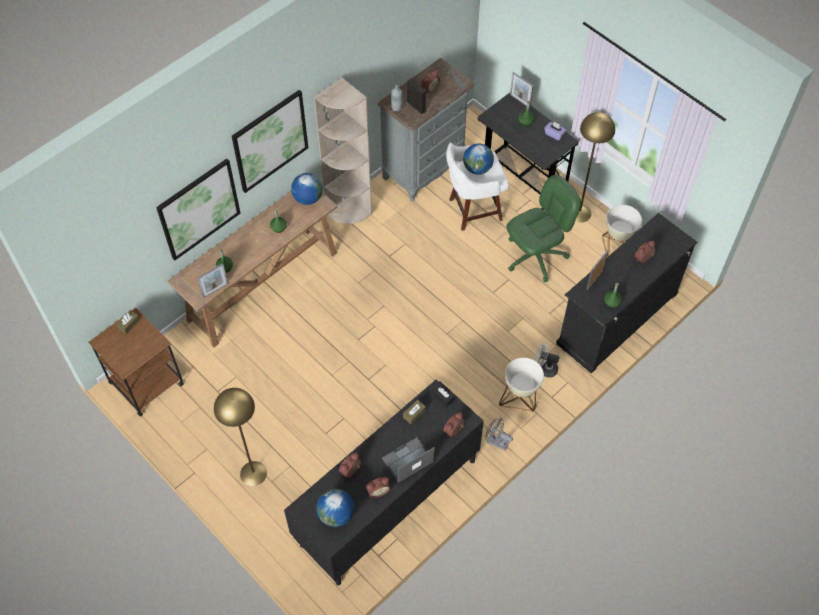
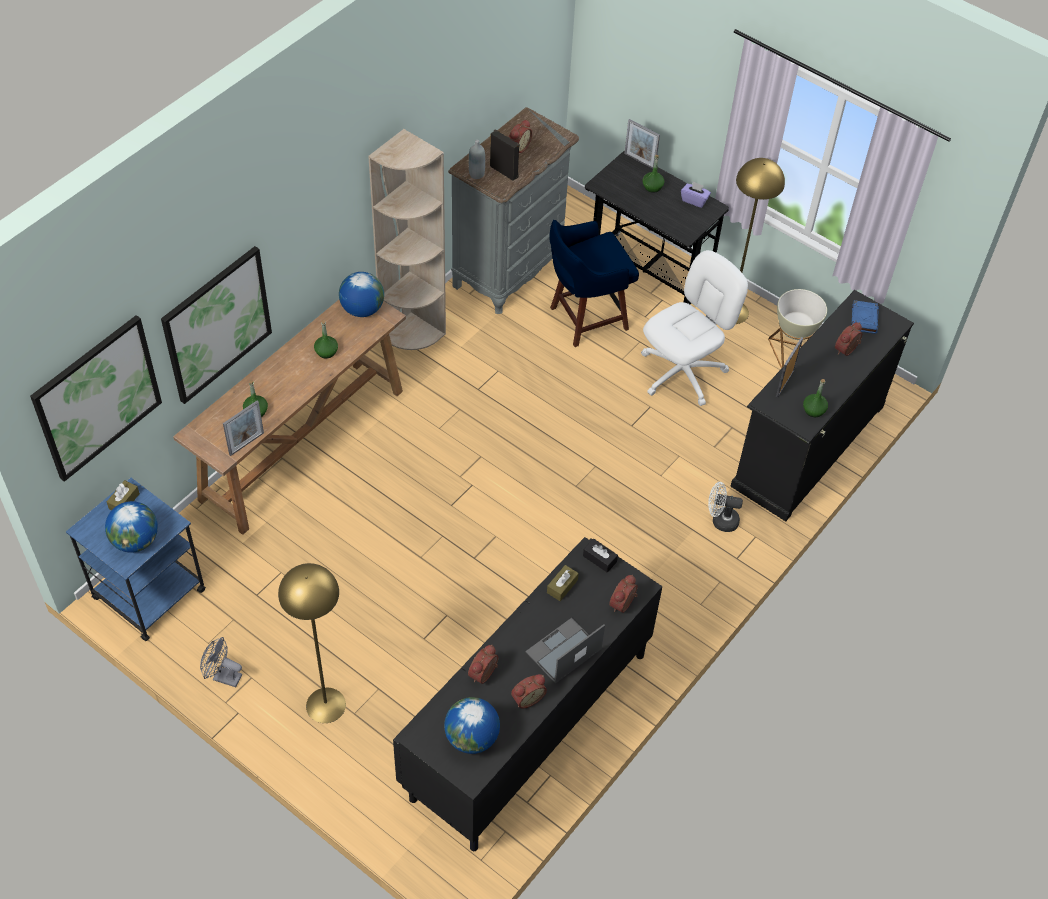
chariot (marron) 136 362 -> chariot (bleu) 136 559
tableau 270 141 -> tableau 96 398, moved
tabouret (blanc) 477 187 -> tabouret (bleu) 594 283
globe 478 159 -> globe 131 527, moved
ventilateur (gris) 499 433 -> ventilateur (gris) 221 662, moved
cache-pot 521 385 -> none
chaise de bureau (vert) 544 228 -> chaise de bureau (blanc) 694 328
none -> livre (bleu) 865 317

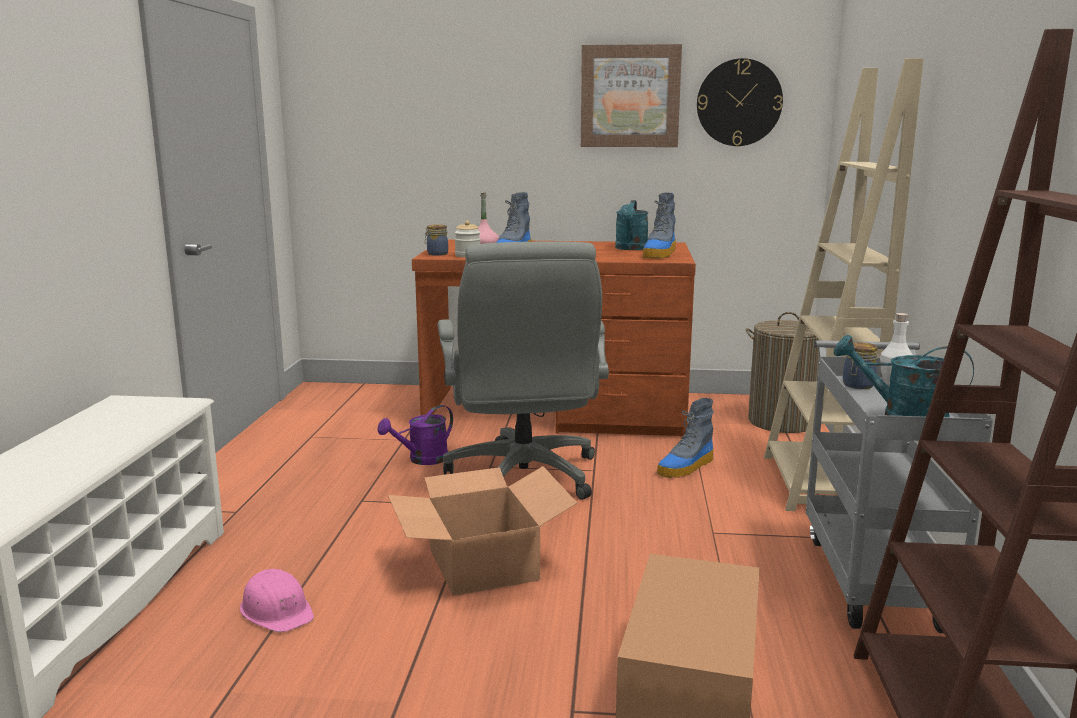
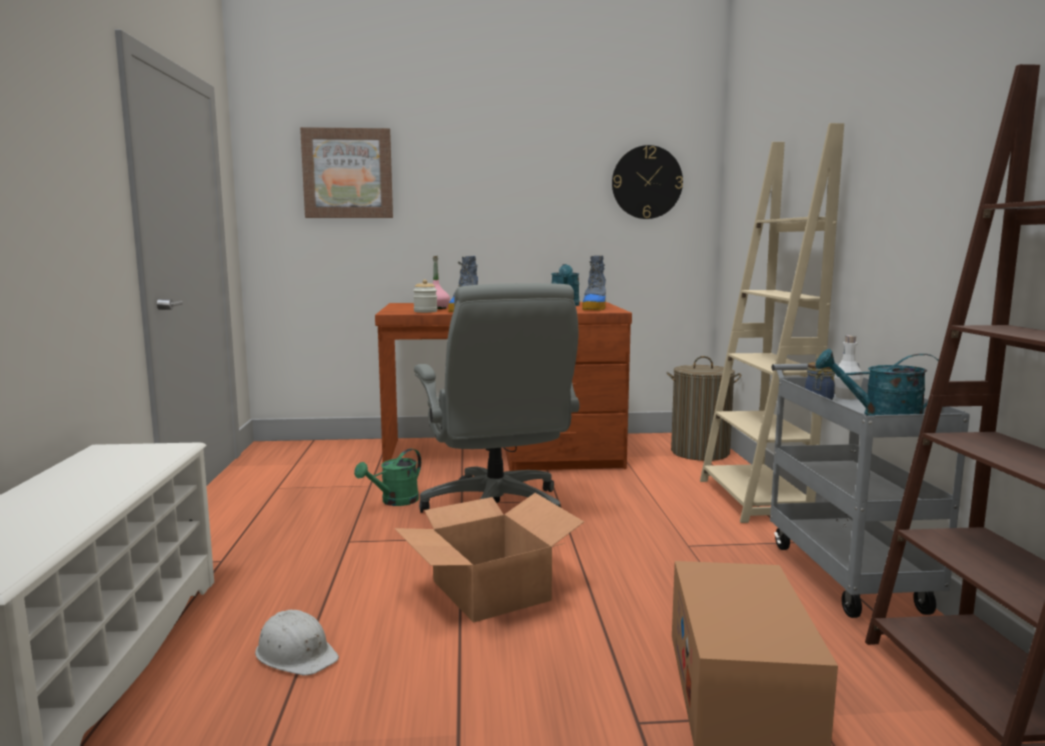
casque de chantier (rose) 277 600 -> casque de chantier (blanc) 297 643
arrosoir (violet) 415 435 -> arrosoir (vert) 387 477
bocal 436 240 -> none
tableau 631 95 -> tableau 346 172, moved
botte 685 438 -> none

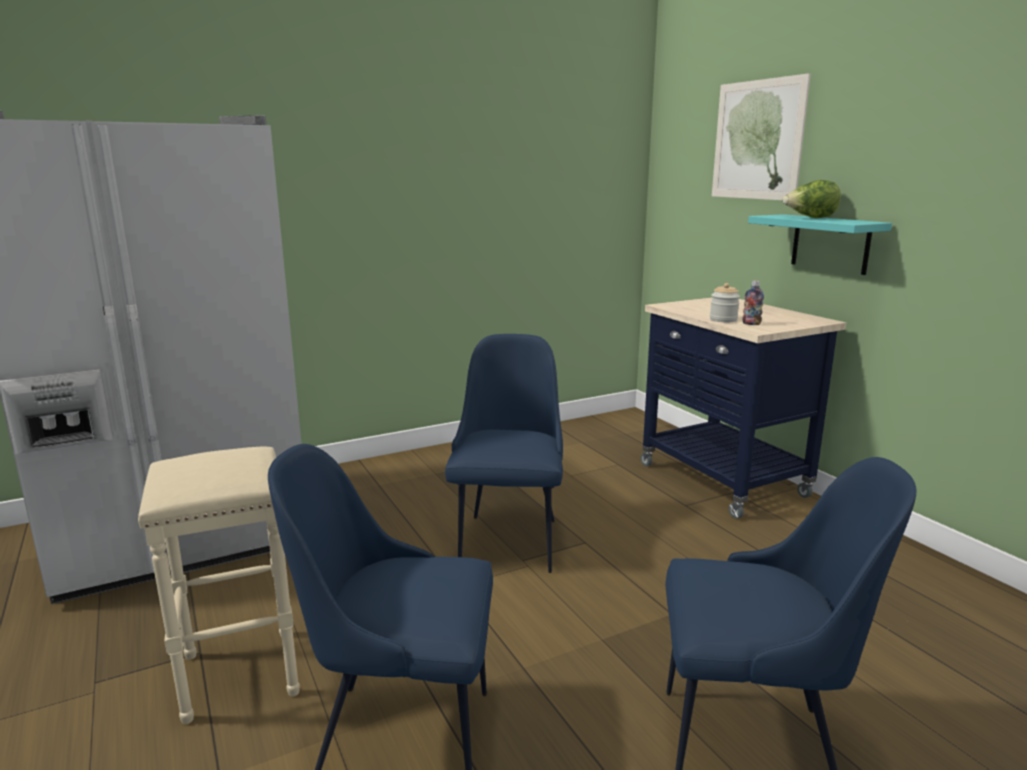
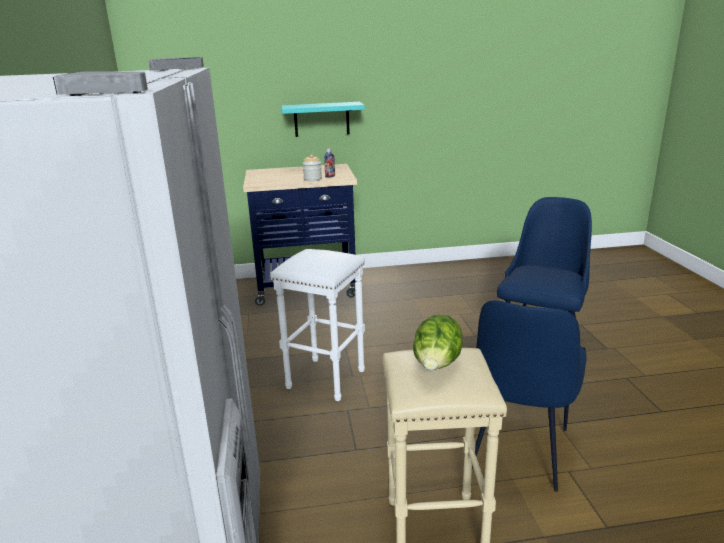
chaise (bleu) 504 453 -> tabouret (blanc) 317 325
tableau 761 136 -> none
laitue 812 199 -> laitue 438 342, moved

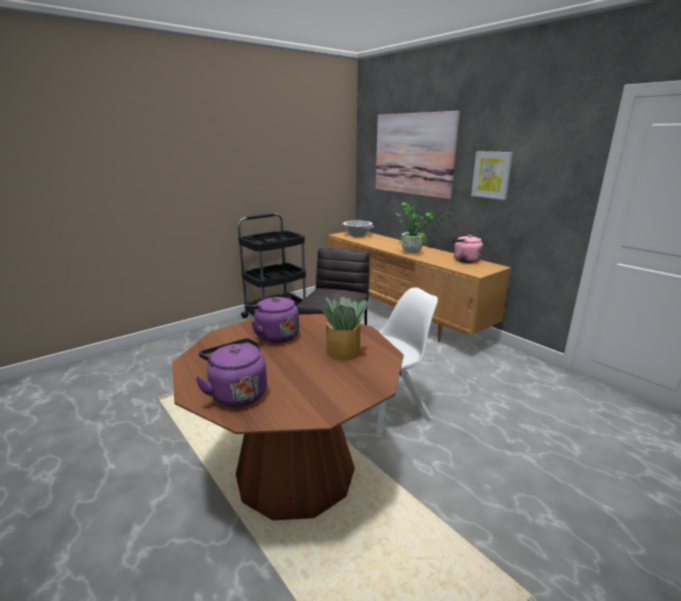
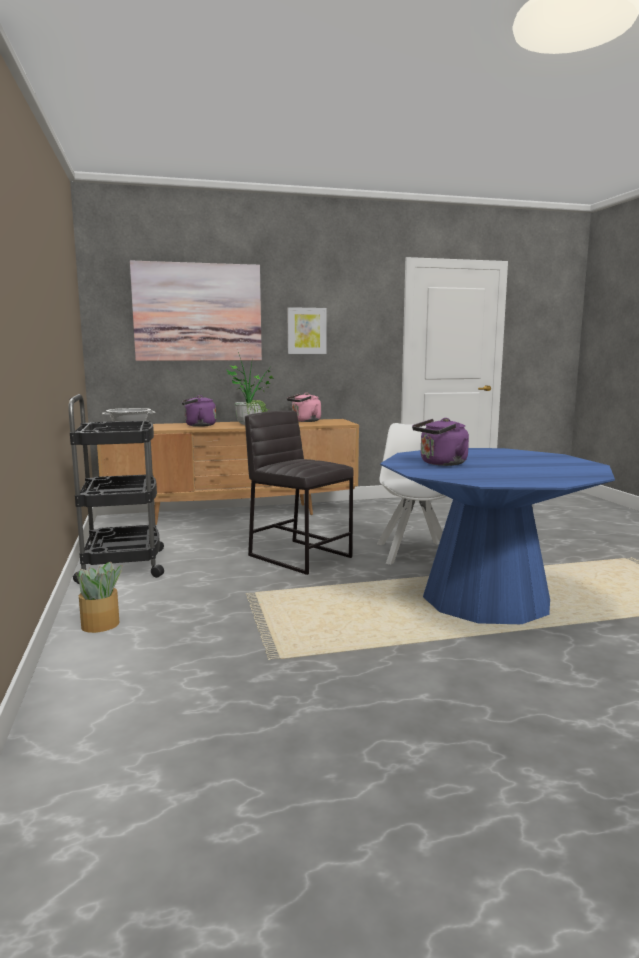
table à manger (marron) 288 417 -> table à manger (bleu) 497 536
bouilloire (violet) 231 372 -> bouilloire (violet) 199 411, moved
plante en pot 344 328 -> plante en pot 99 597, moved

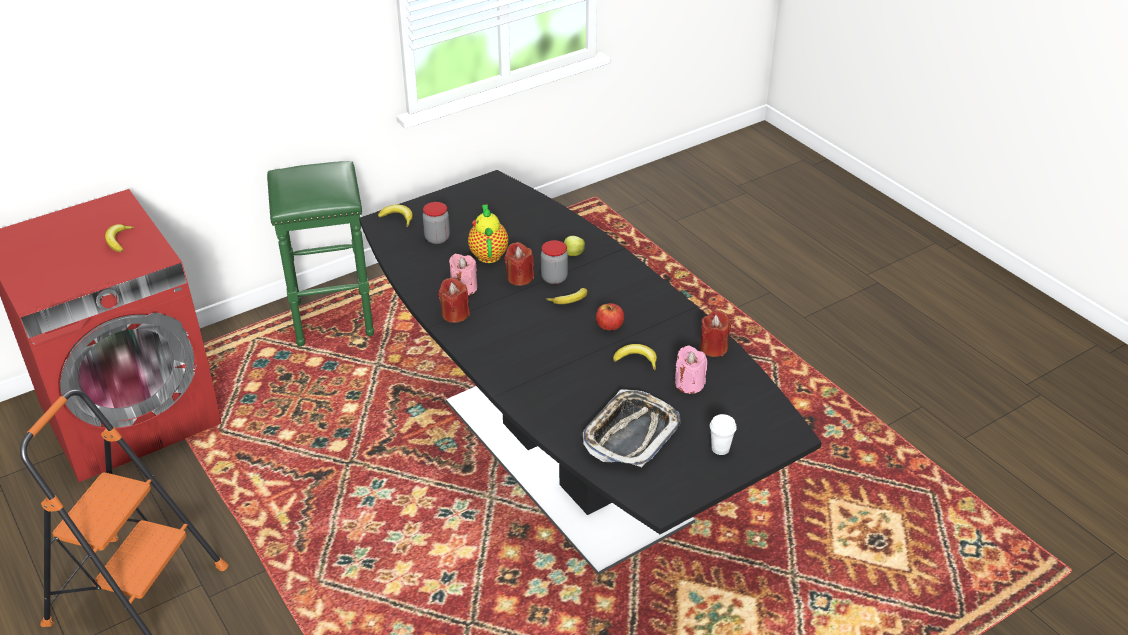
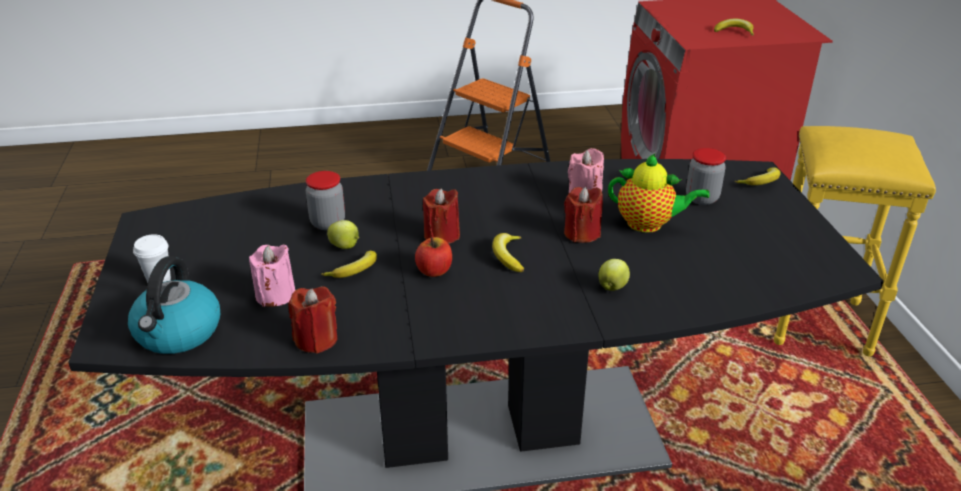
tabouret (vert) 320 253 -> tabouret (jaune) 855 241
bougie (rouge) 454 300 -> bougie (rouge) 441 216, moved
bocal 554 262 -> bocal 325 200, moved
plateau 632 428 -> none
none -> bouilloire 174 305
none -> pomme 343 234

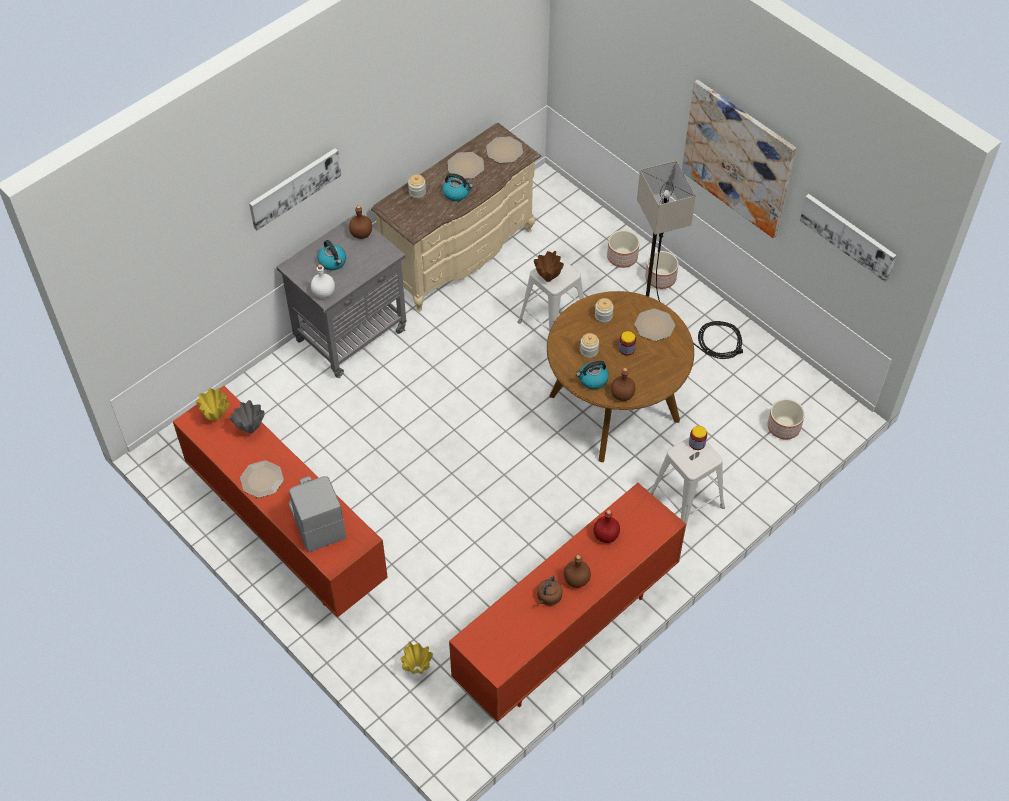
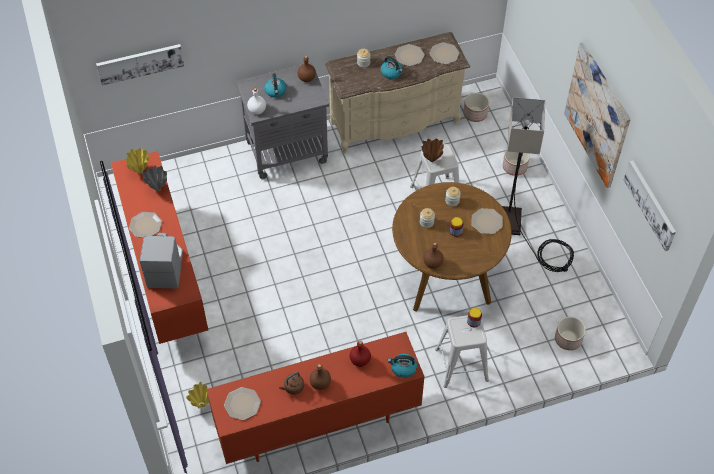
tableau 295 189 -> tableau 140 65, moved
bouilloire 592 375 -> bouilloire 402 365, moved
cache-pot 662 270 -> cache-pot 476 107, moved
none -> assiette 242 403

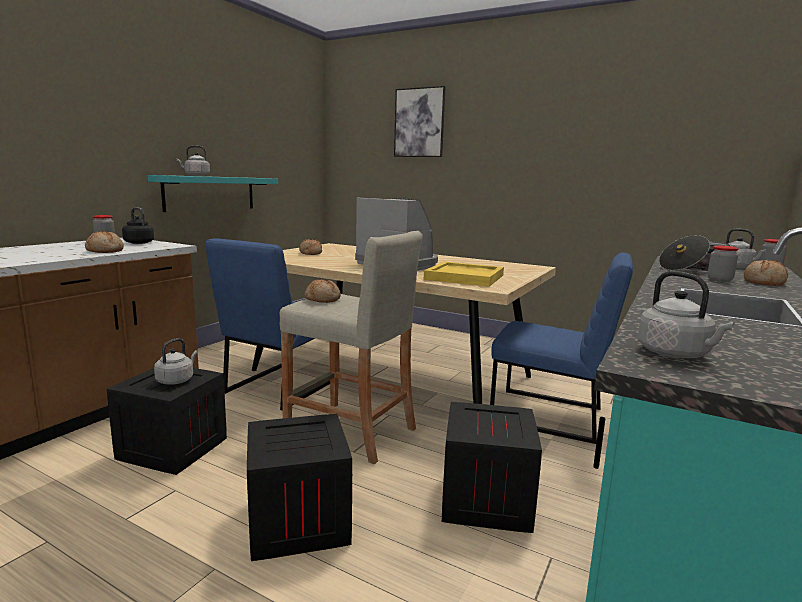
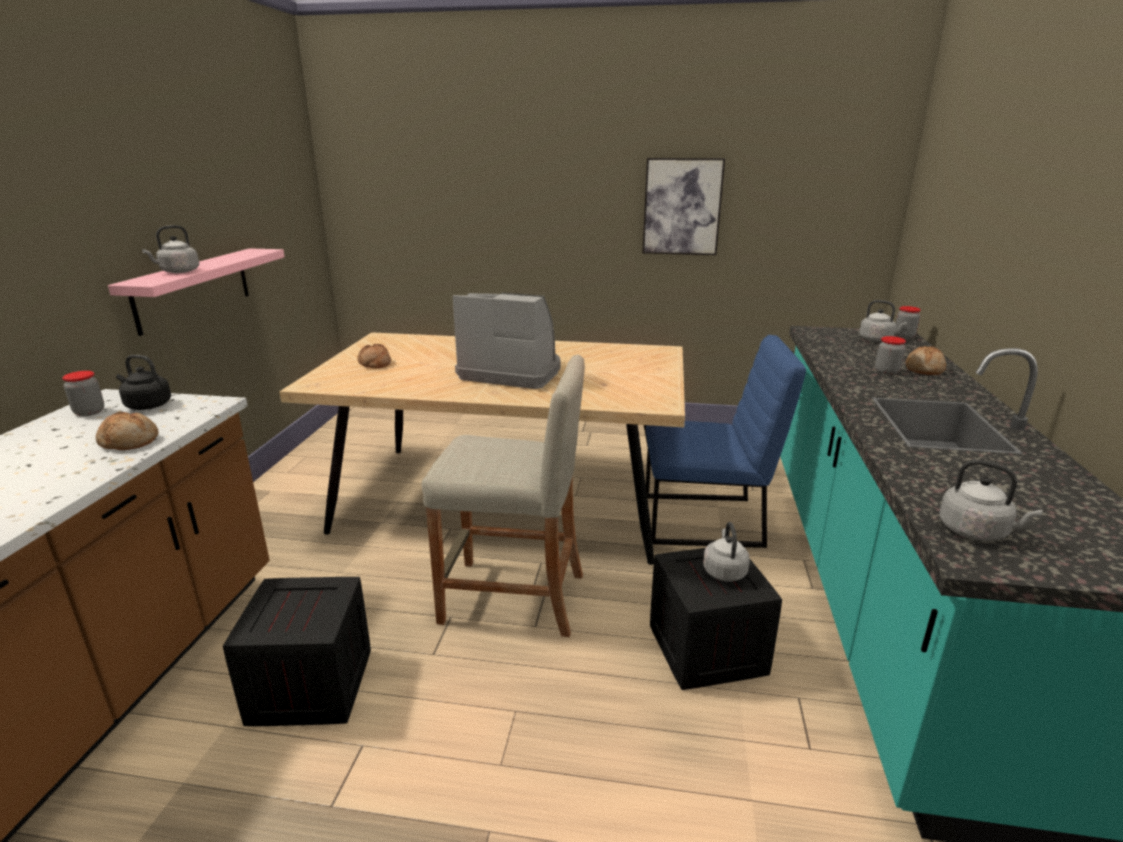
étagère (turquoise) 213 193 -> étagère (rose) 196 292
bouilloire (gris) 176 361 -> bouilloire (gris) 726 552, moved
chaise (bleu) 267 324 -> none
caisse 299 487 -> none
pain 323 291 -> none
tableau 420 121 -> tableau 683 206, moved
plateau (jaune) 464 274 -> none
marmite 694 253 -> none

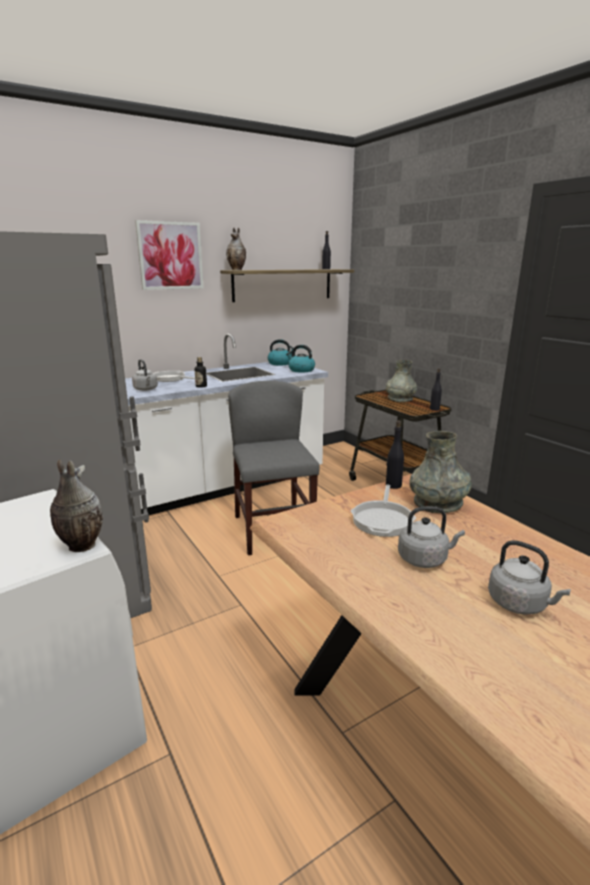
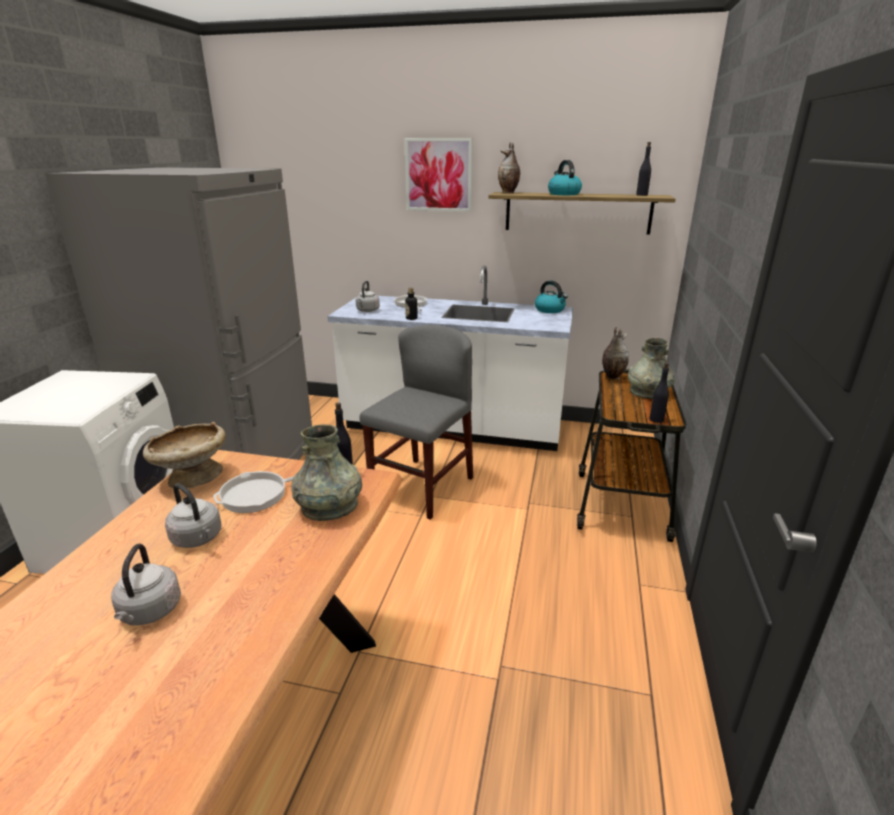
vase 76 506 -> vase 615 353, moved
bouilloire 300 359 -> bouilloire 565 177, moved
none -> bol (beige) 184 455

